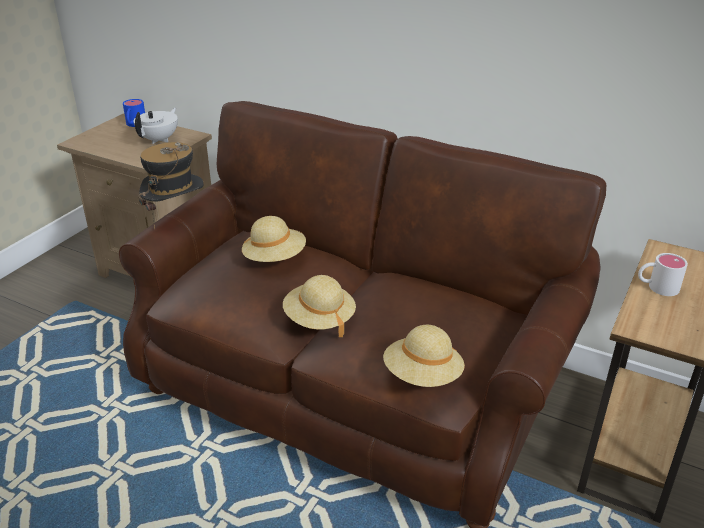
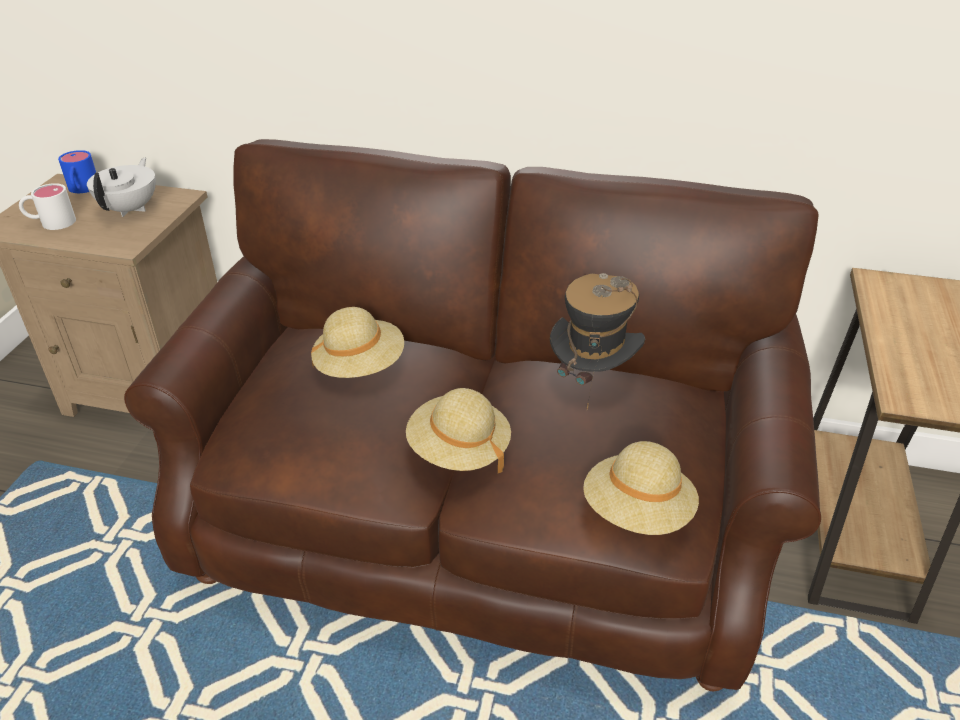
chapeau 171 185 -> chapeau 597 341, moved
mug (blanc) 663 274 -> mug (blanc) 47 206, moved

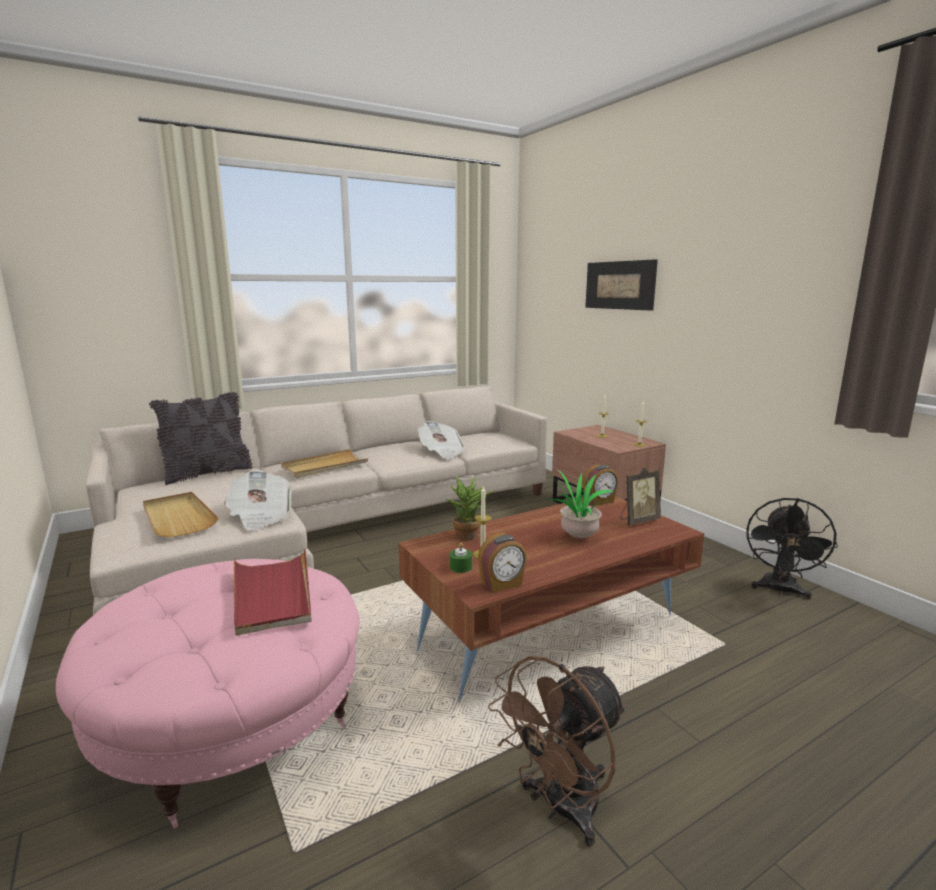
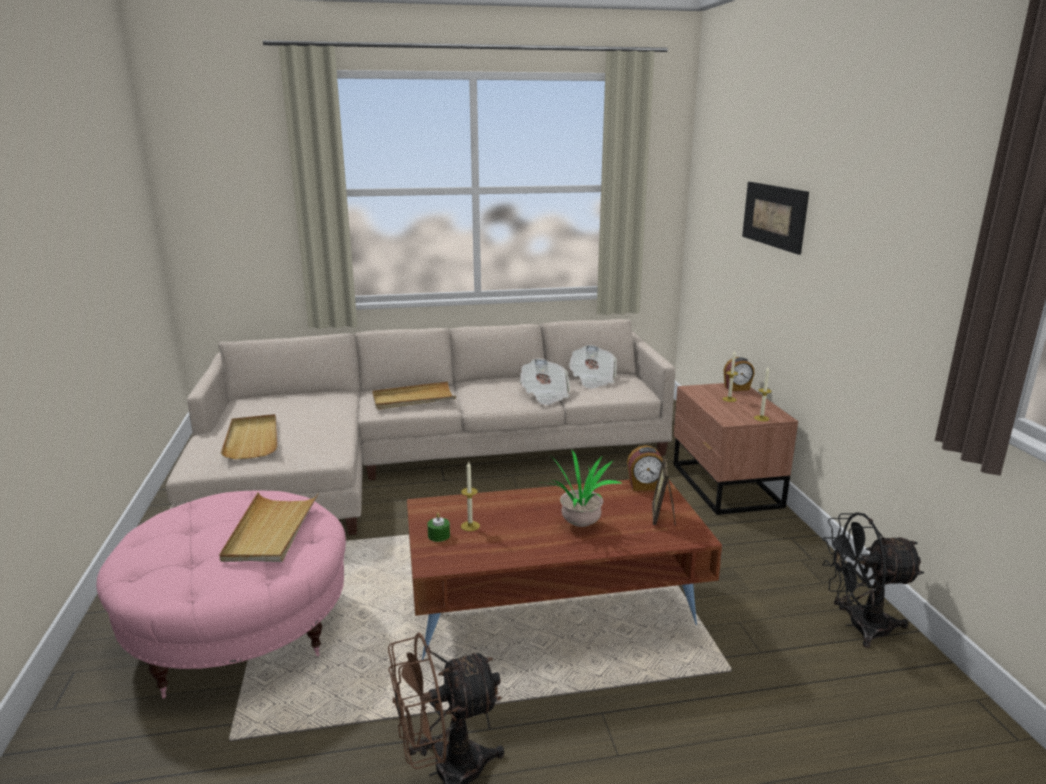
coussin (noir) 201 438 -> none
journal 258 500 -> journal 592 367, moved
plateau (rouge) 273 592 -> plateau (beige) 269 527
plante en pot 470 508 -> none
réveil 502 563 -> réveil 739 374, moved
cadre photo 640 496 -> cadre photo 664 490, 105 degrees clockwise
ventilateur (noir) 792 549 -> ventilateur (noir) 873 580, 45 degrees clockwise

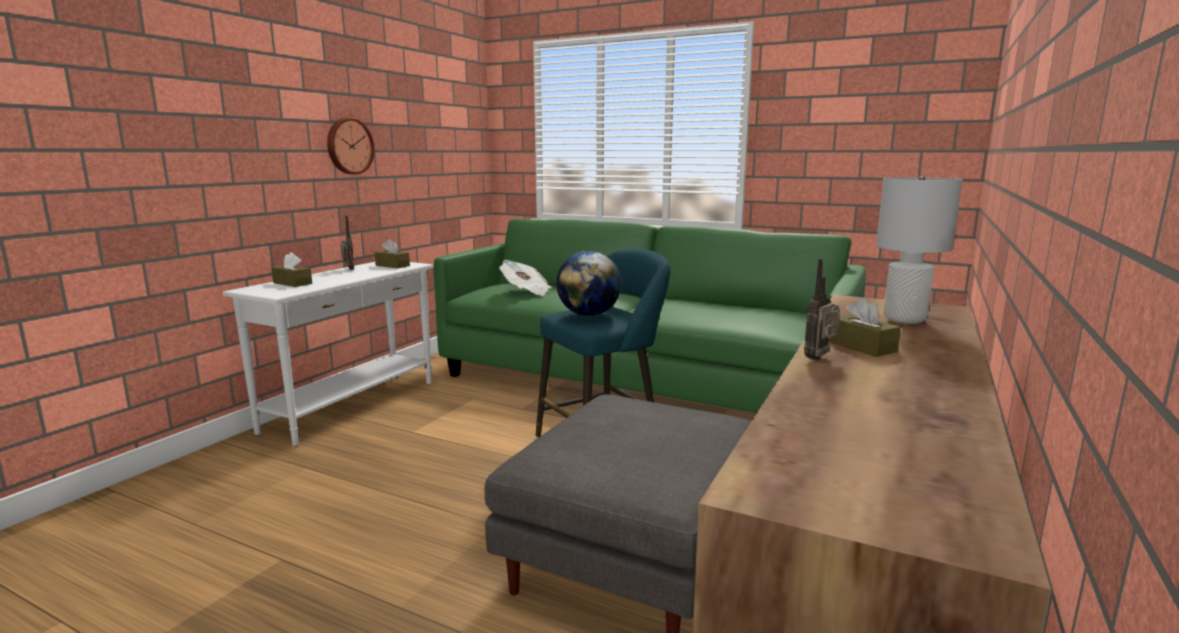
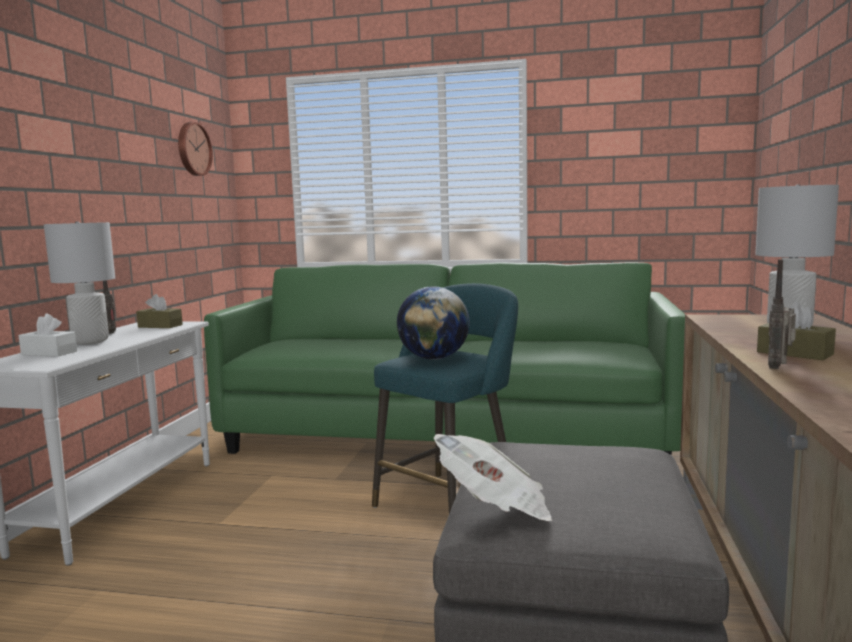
boîte à mouchoirs (marron) 291 269 -> boîte à mouchoirs (blanc) 47 335
horloge murale 351 146 -> horloge murale 195 149, moved
journal 525 278 -> journal 493 477, moved
none -> lampe de table (gris) 79 283

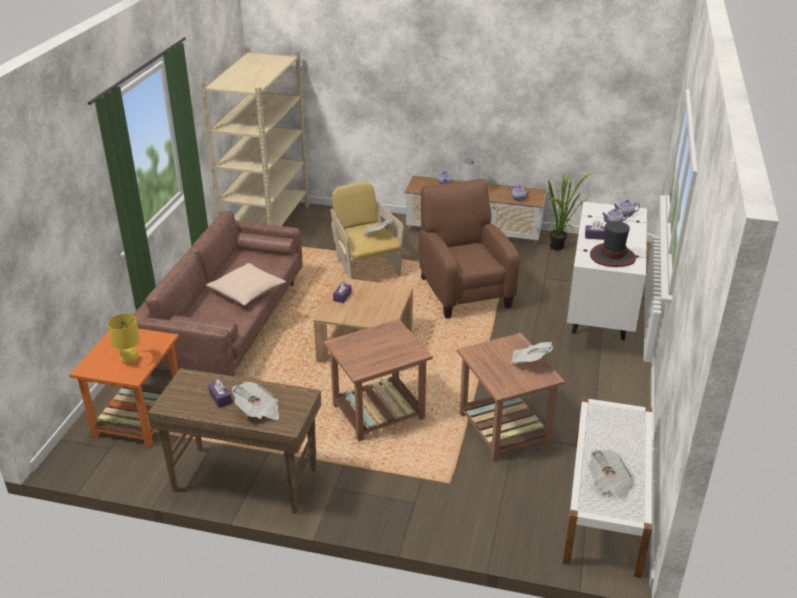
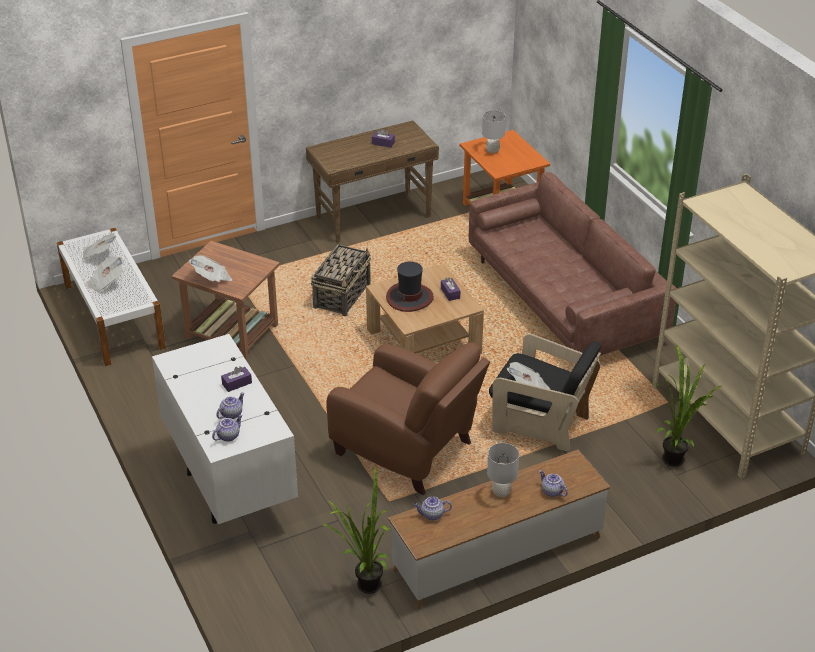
lampe de table (jaune) 124 339 -> lampe de table (gris) 494 132
coussin (beige) 246 284 -> none
journal 255 401 -> journal 104 274, moved
table d'appoint (marron) 378 380 -> panier 341 280
fauteuil (jaune) 367 230 -> fauteuil (noir) 545 392
chapeau 613 244 -> chapeau 410 287, moved
none -> plante en pot 686 406

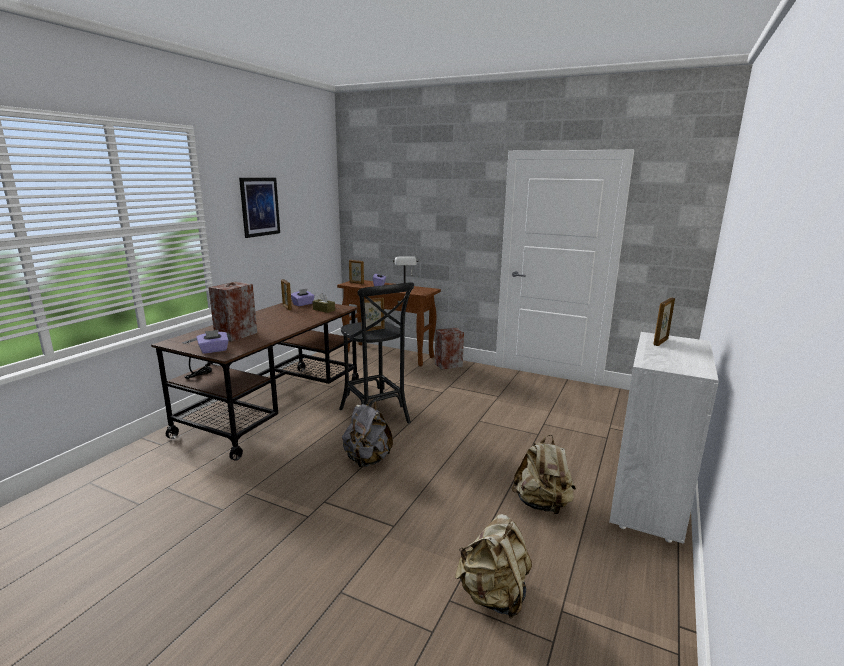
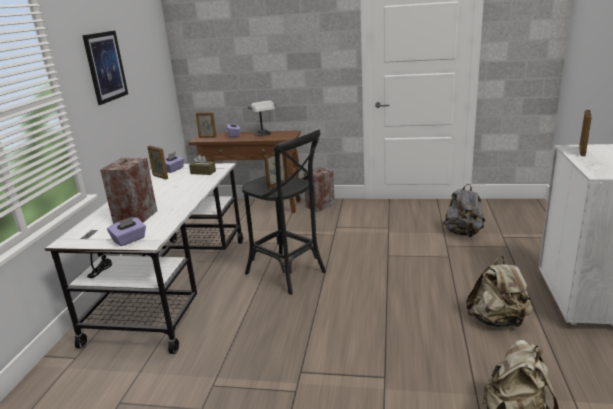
bureau (marron) 255 380 -> bureau (blanc) 144 258
sac à dos (gris) 367 434 -> sac à dos (gris) 464 210, moved

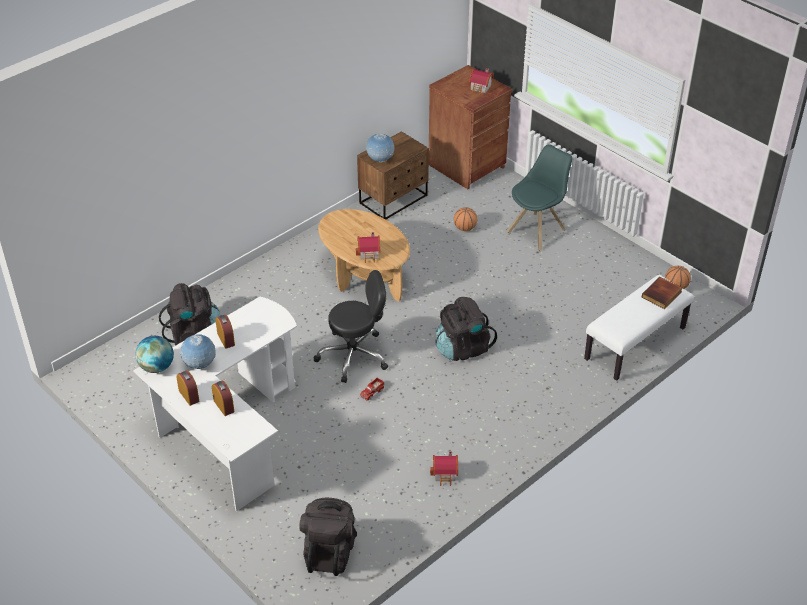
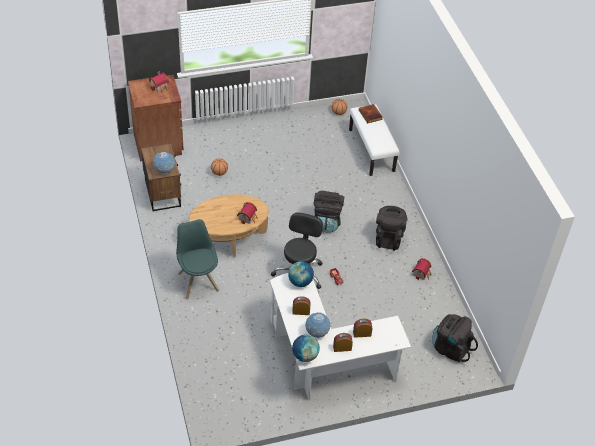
sac à dos (noir) 190 314 -> sac à dos (noir) 392 228, moved
chaise (turquoise) 539 197 -> chaise (turquoise) 197 259, moved
none -> globe 301 274

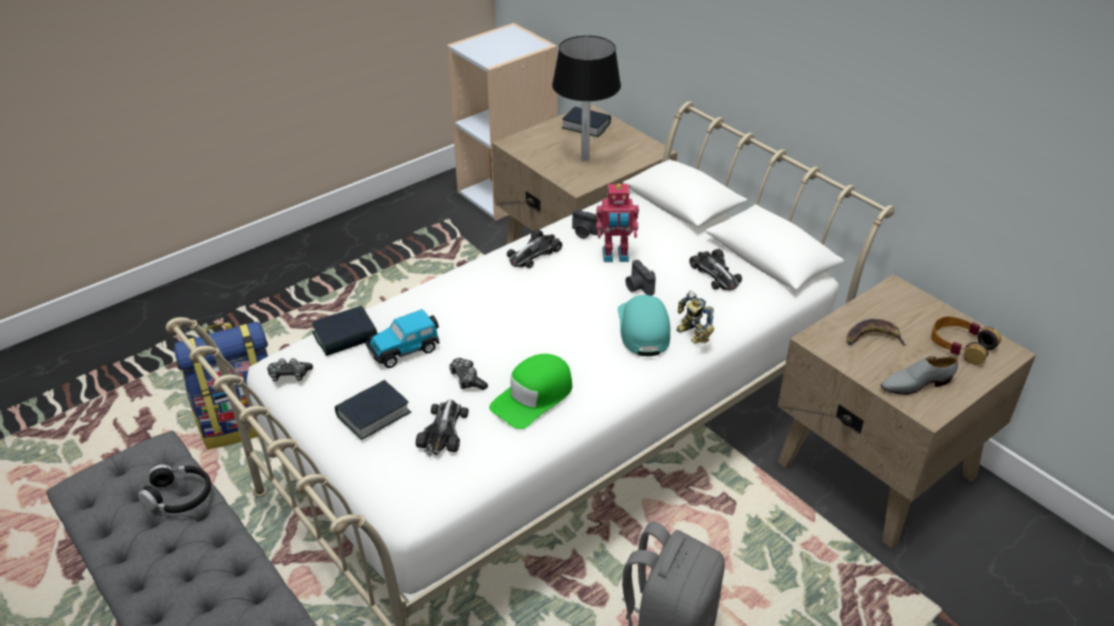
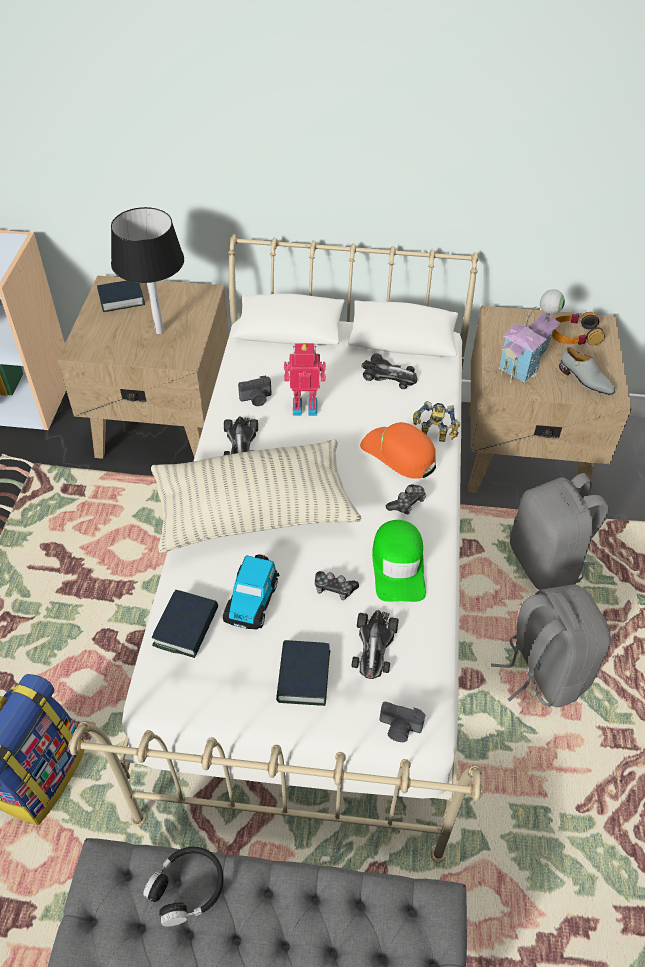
manette 290 370 -> manette 406 500, moved
petite voiture 442 428 -> petite voiture 375 644, 135 degrees counterclockwise
robot jouet 617 223 -> robot jouet 305 379, 135 degrees counterclockwise
casquette (turquoise) 644 325 -> casquette (orange) 398 450
appareil photo 641 278 -> appareil photo 402 722, moved
banane 877 332 -> maison miniature 531 336
chaussure (gris) 919 375 -> chaussure (gris) 587 371, 75 degrees counterclockwise
none -> coussin 256 496
none -> sac à dos (gris) 559 531

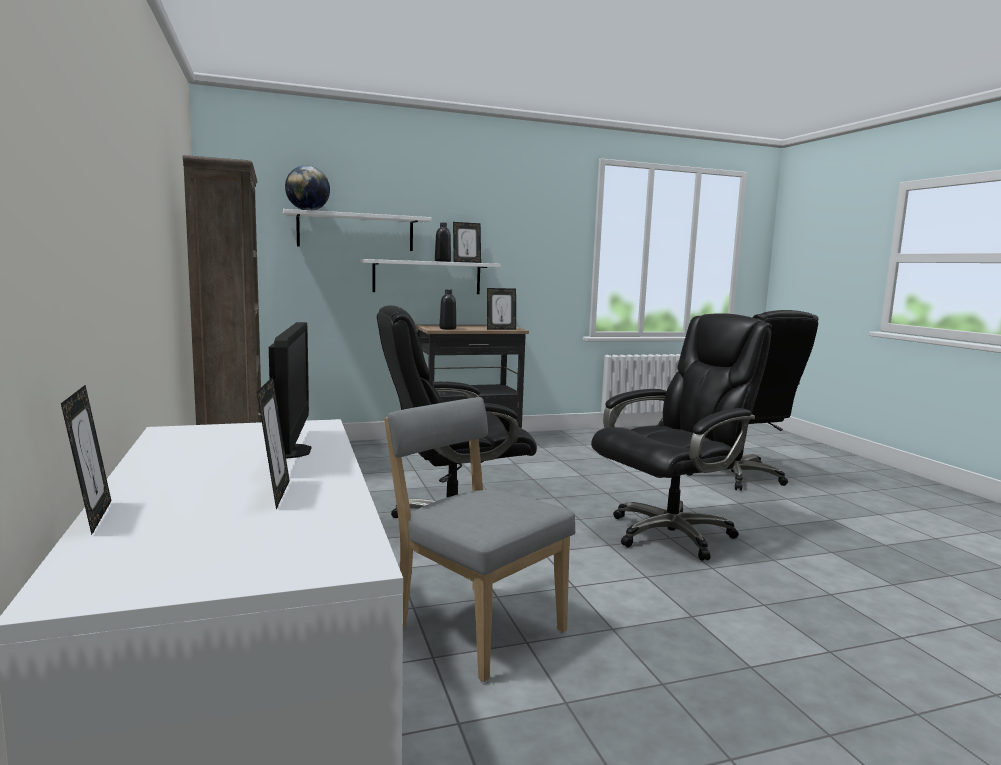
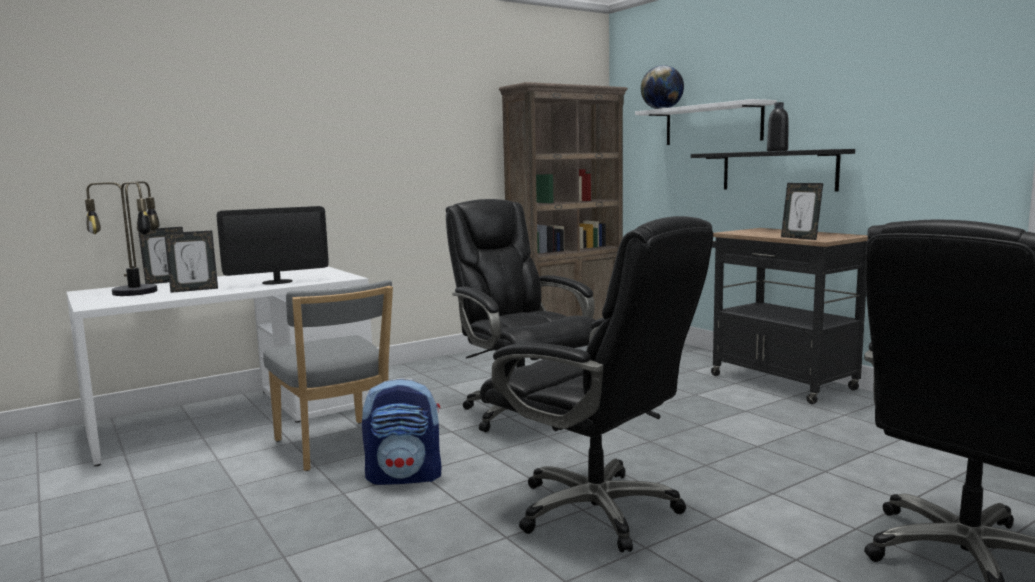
étagère (blanc) 430 276 -> étagère (noir) 773 170
chaise (gris) 479 539 -> chaise (gris) 328 375, 120 degrees clockwise
bouteille (noir) 448 309 -> none
cadre photo 467 242 -> none
none -> lampe de table 122 238
none -> sac à dos 402 431

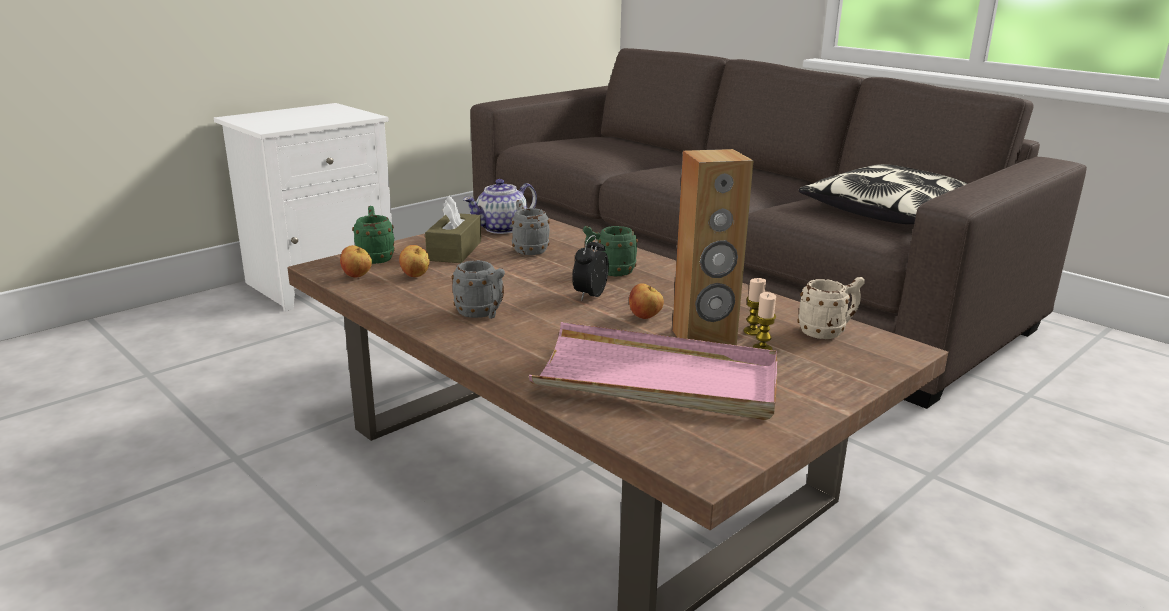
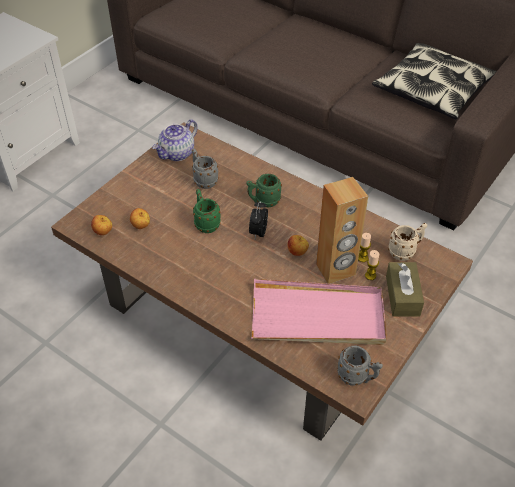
mug (vert) 373 235 -> mug (vert) 207 211, moved
boîte à mouchoirs (marron) 453 229 -> boîte à mouchoirs (marron) 405 289, moved
mug (gris) 478 289 -> mug (gris) 360 366, moved

